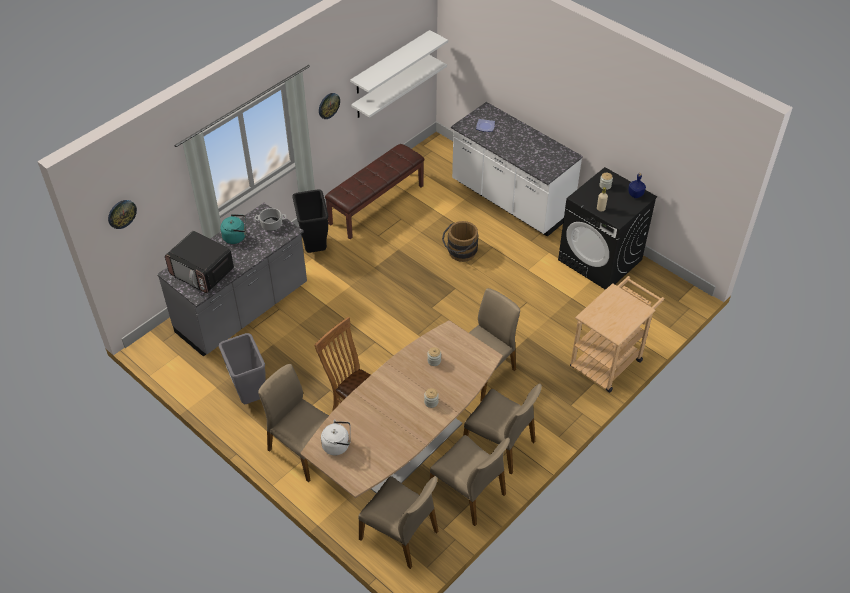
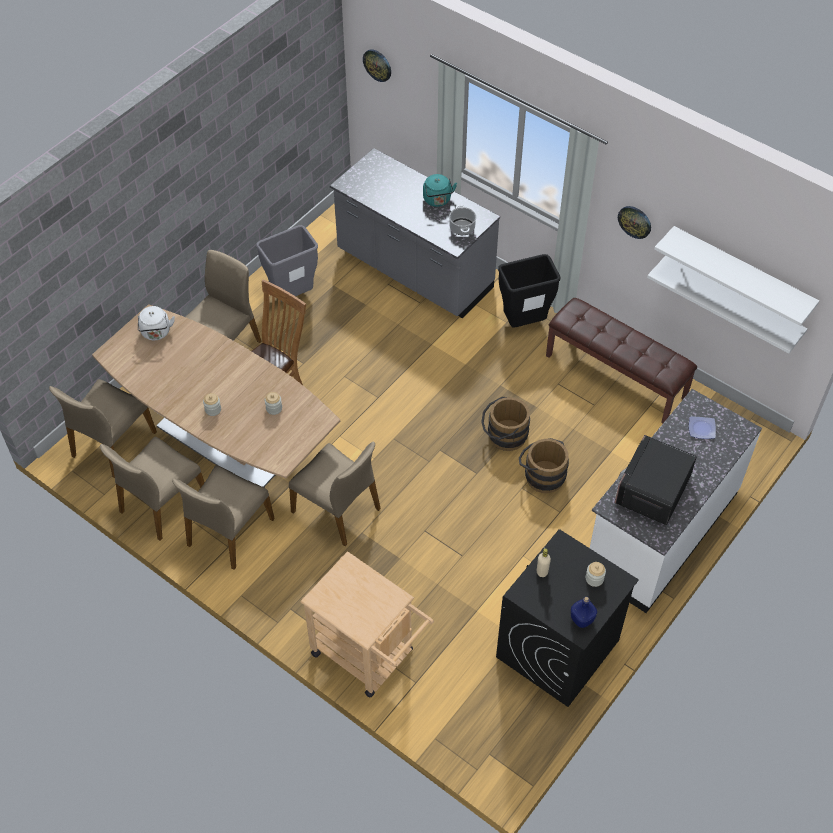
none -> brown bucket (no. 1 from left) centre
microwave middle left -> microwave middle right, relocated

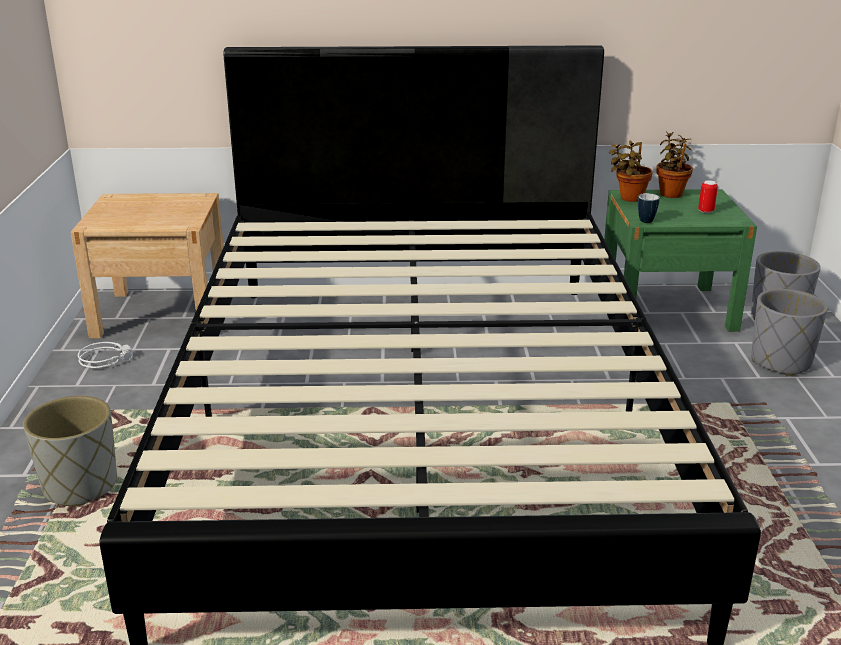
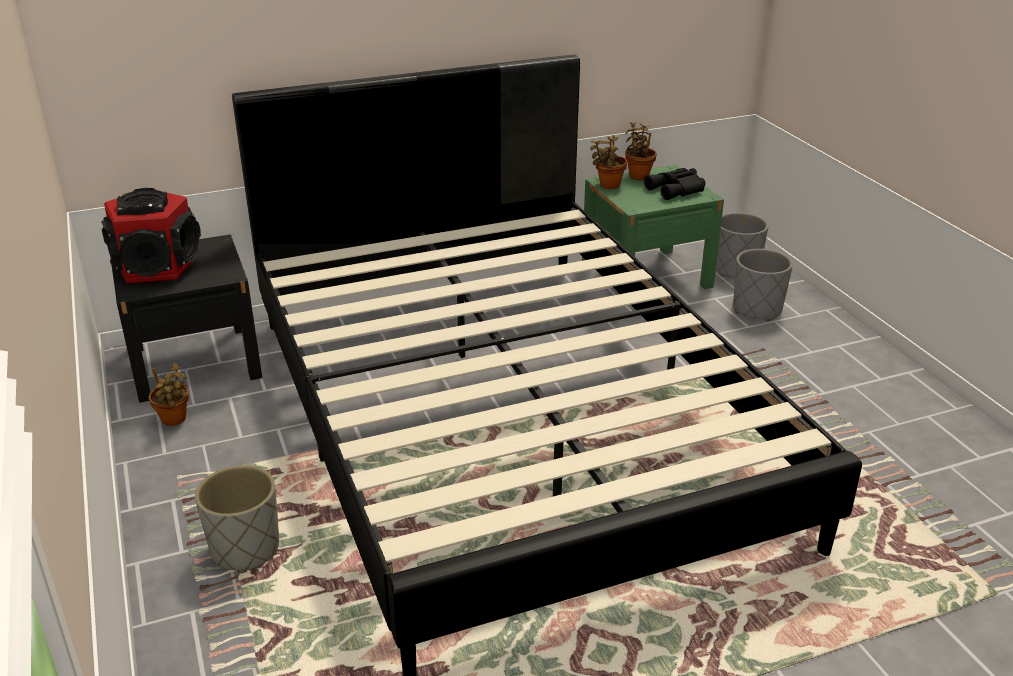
none -> speaker middle left
beige nightstand middle left -> black nightstand middle left
grey headphones middle left -> potted plant (no. 1 from left) middle left
can top right -> black binoculars top centre
mug top right -> none

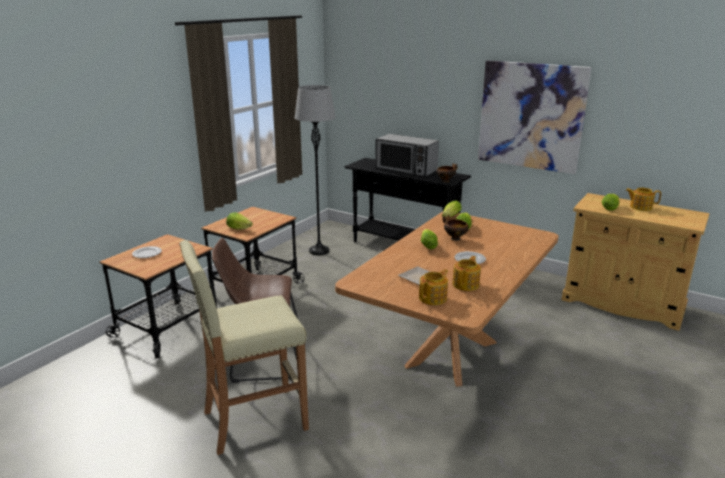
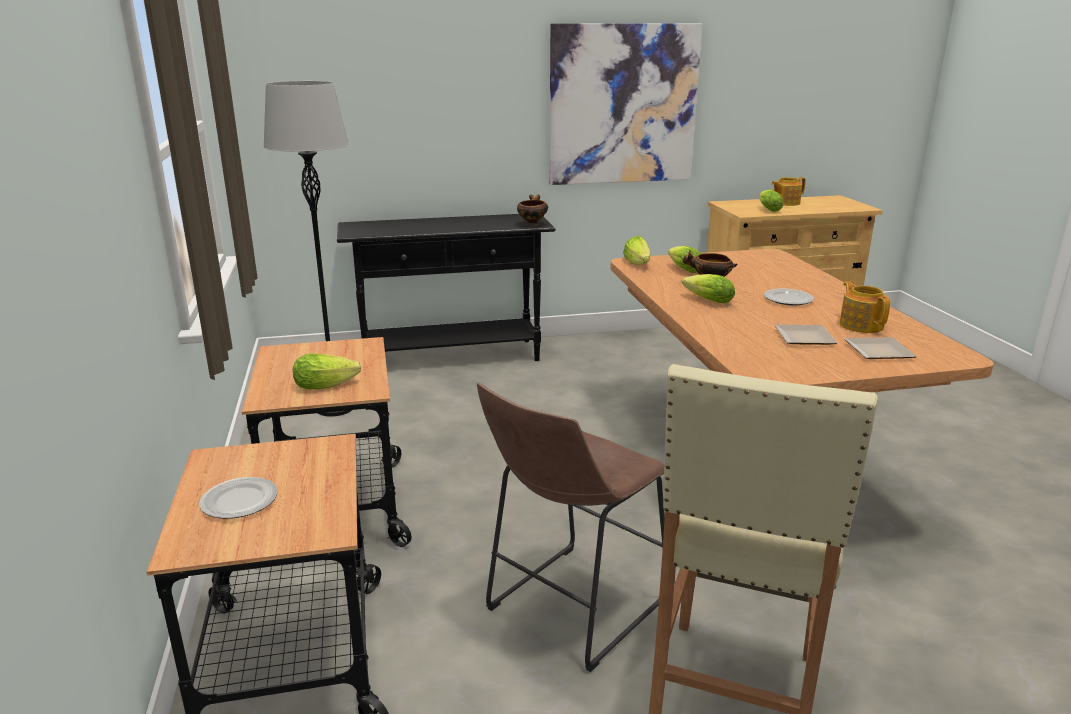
teapot (no. 1 from left) centre -> plate (no. 4 from left) middle right
microwave top centre -> none

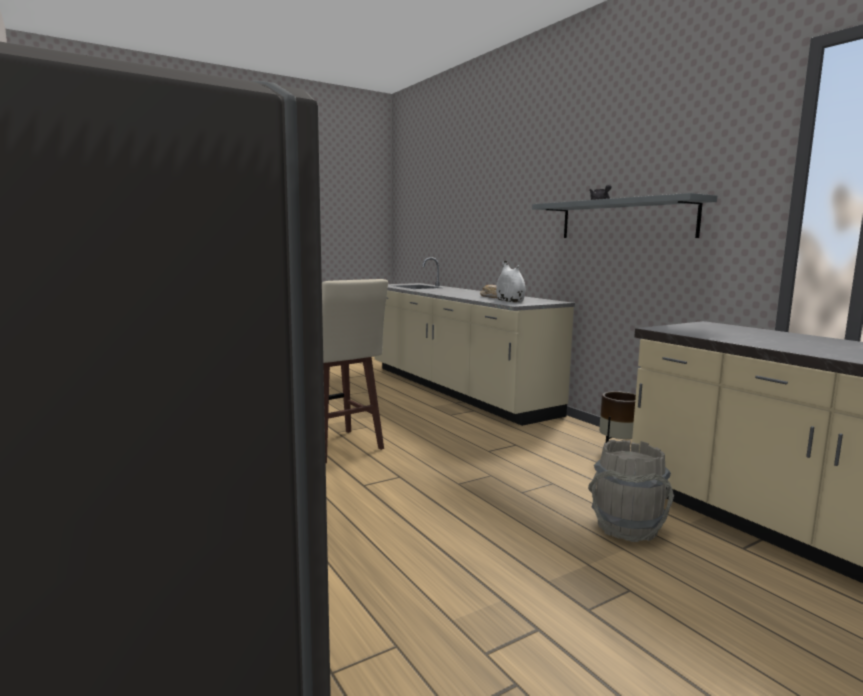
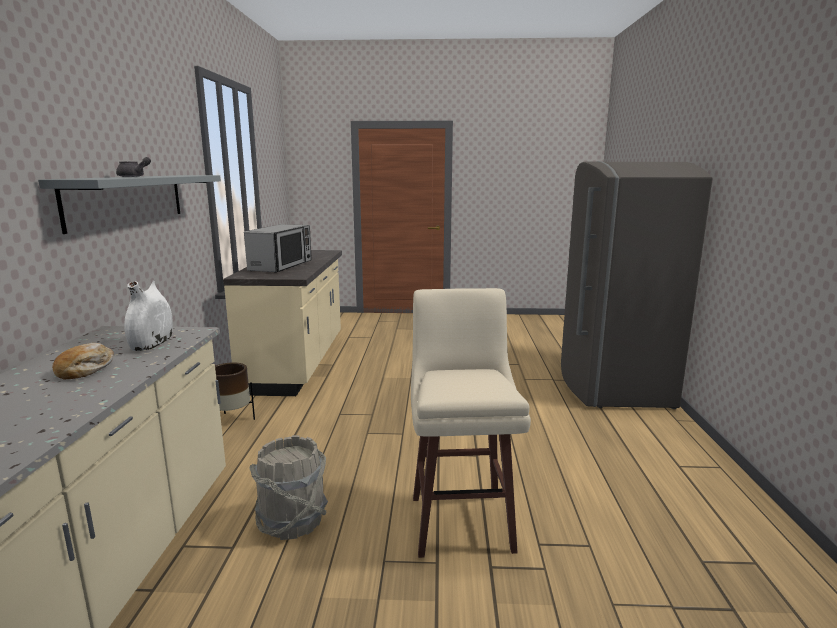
none -> microwave middle left
grey bucket bottom right -> grey bucket bottom centre, relocated

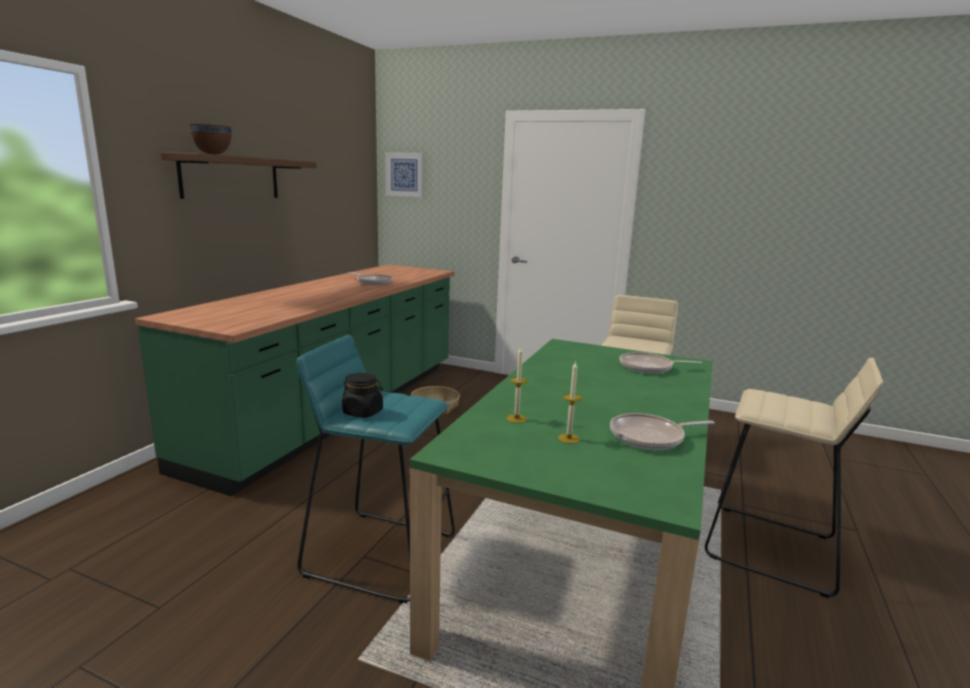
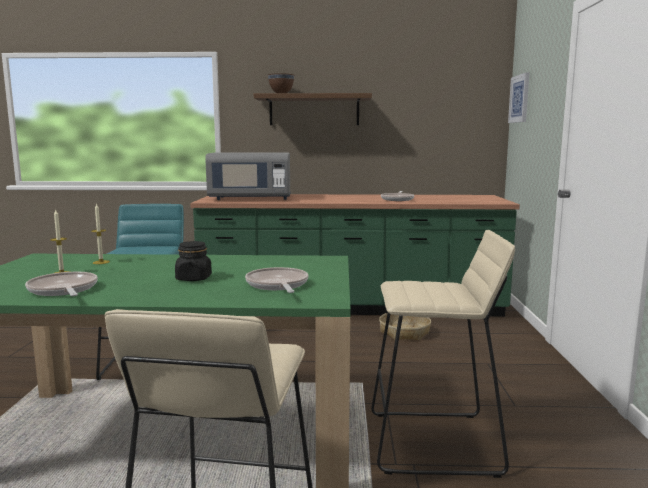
black jar centre -> black jar middle left, relocated
none -> grey microwave centre

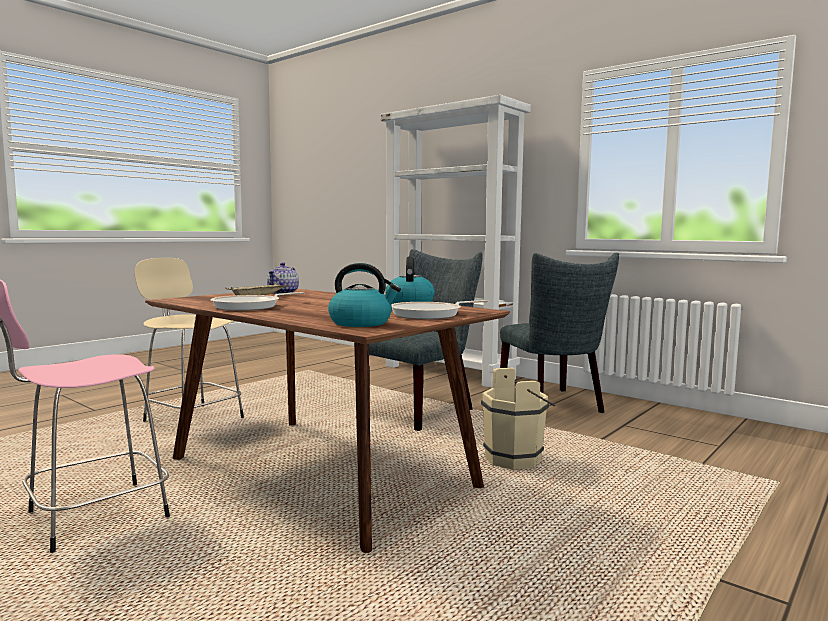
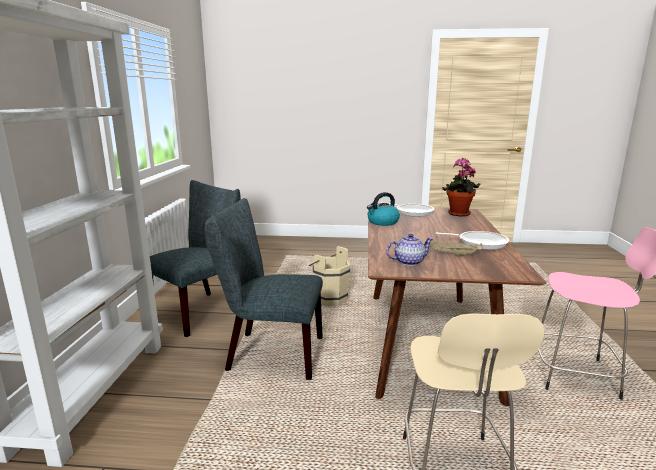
kettle (no. 1 from left) centre -> potted plant middle right

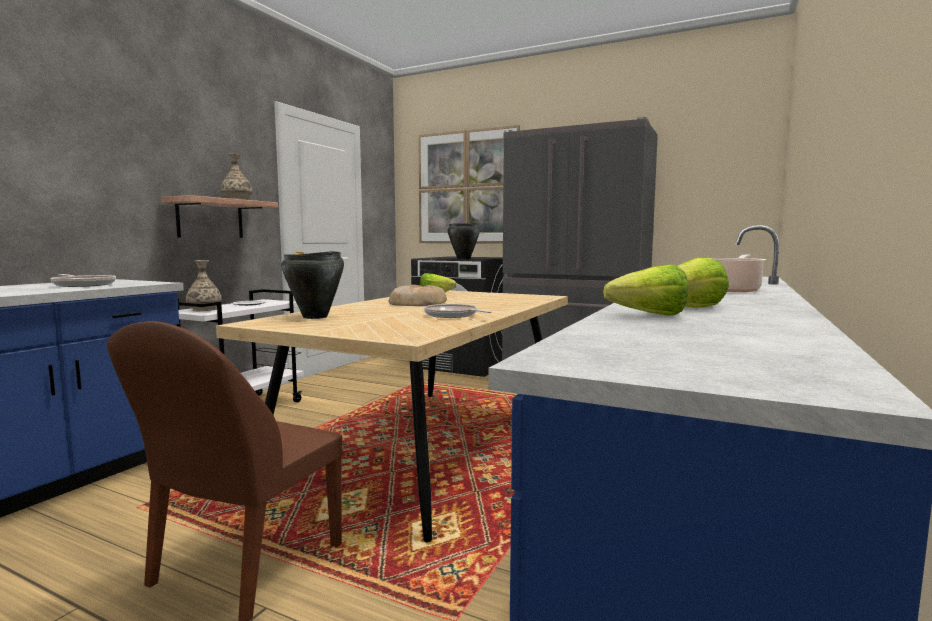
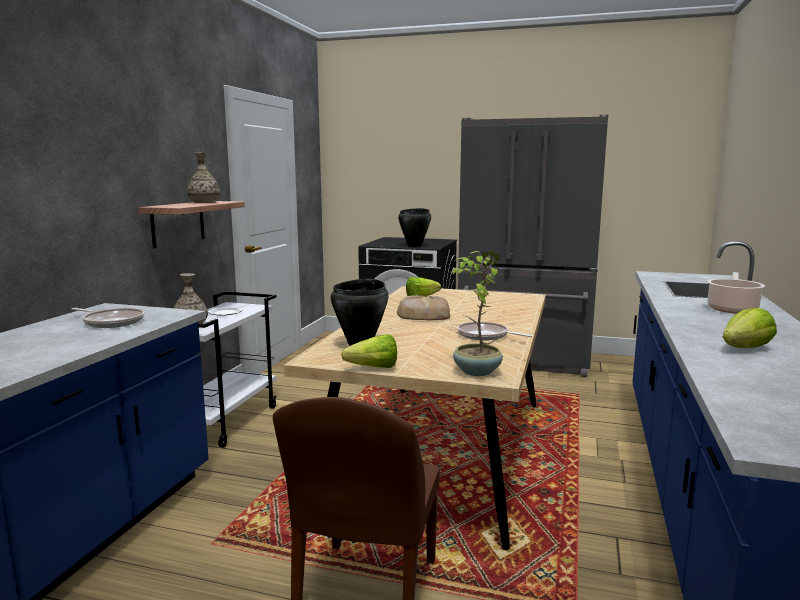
lettuce (no. 2 from left in the first image) middle right -> lettuce (no. 1 from left) centre, relocated
none -> potted plant centre
picture top centre -> none

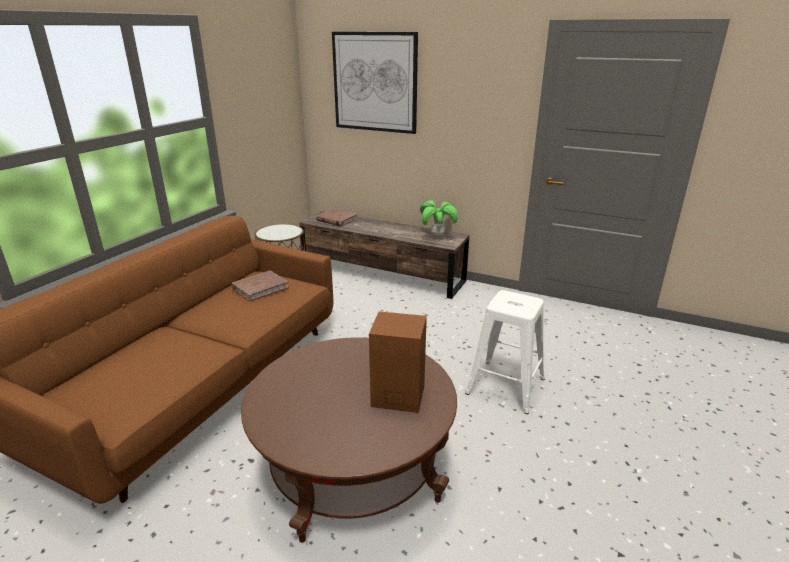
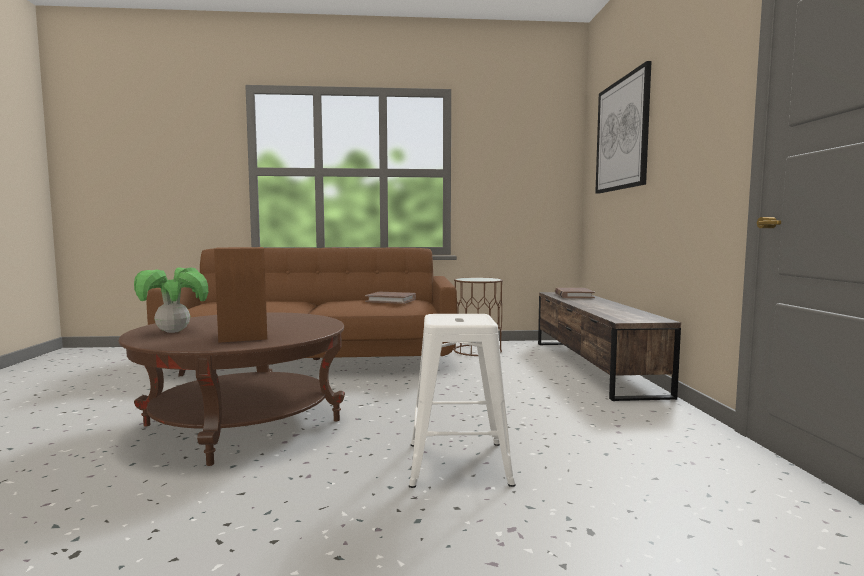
potted plant centre -> potted plant middle left, relocated

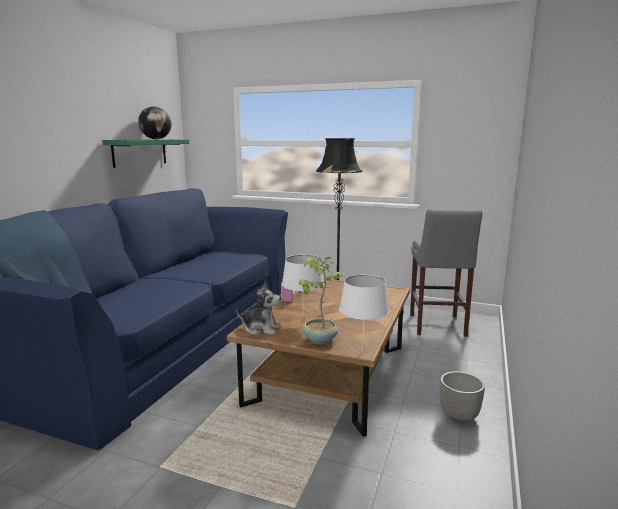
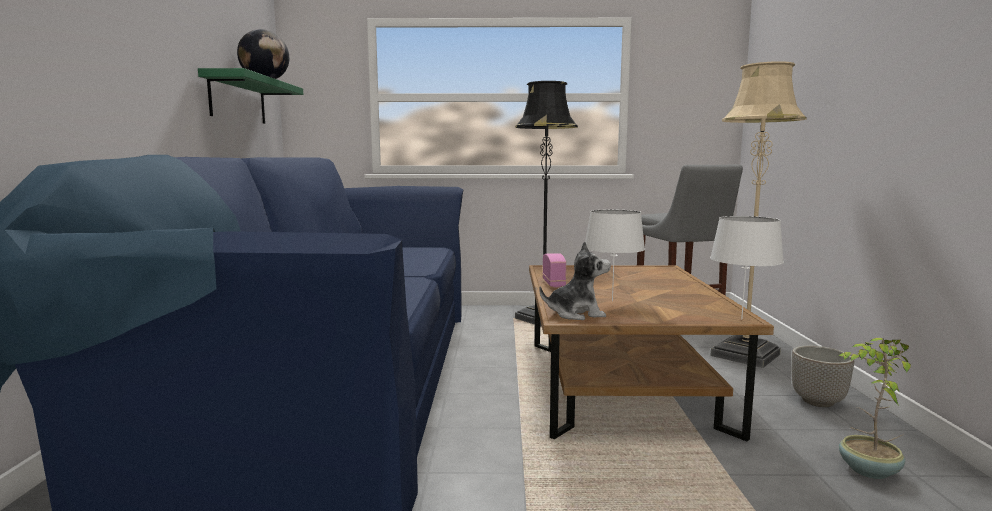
none -> beige floor lamp middle right
potted plant centre -> potted plant bottom right, relocated

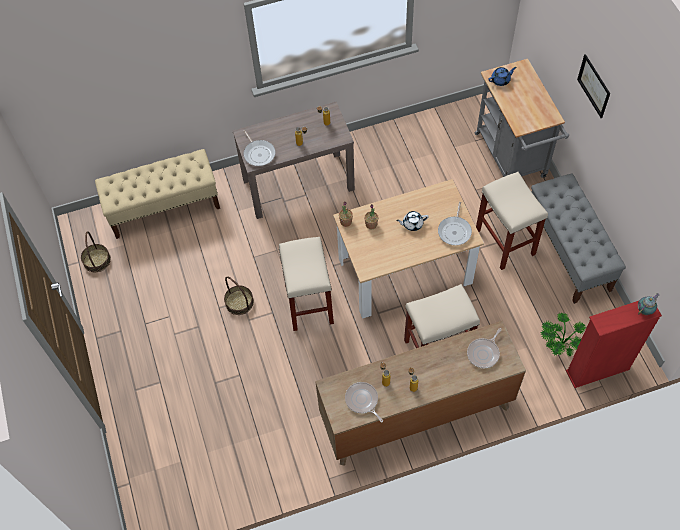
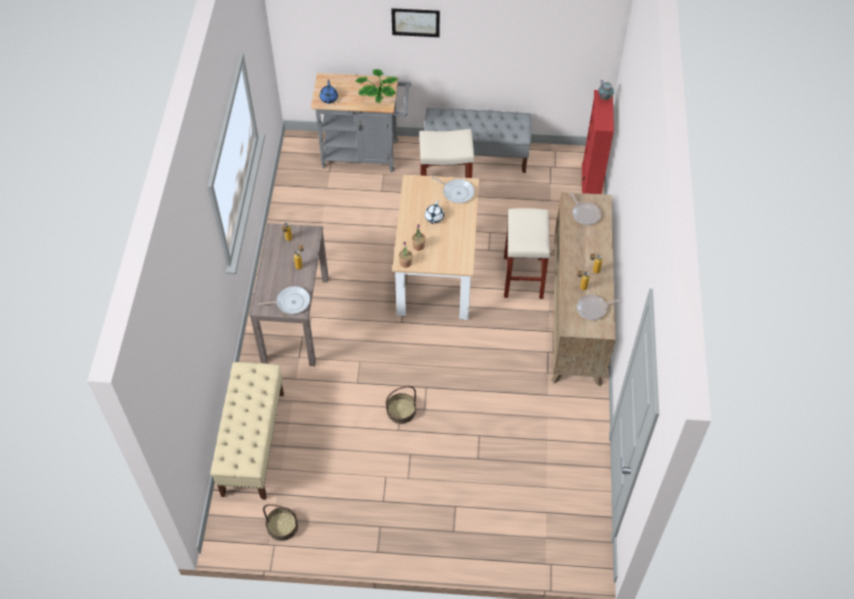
potted plant (no. 3 from left in the first image) middle right -> potted plant (no. 1 from left) top centre, relocated
beige stool (no. 1 from left) centre -> none

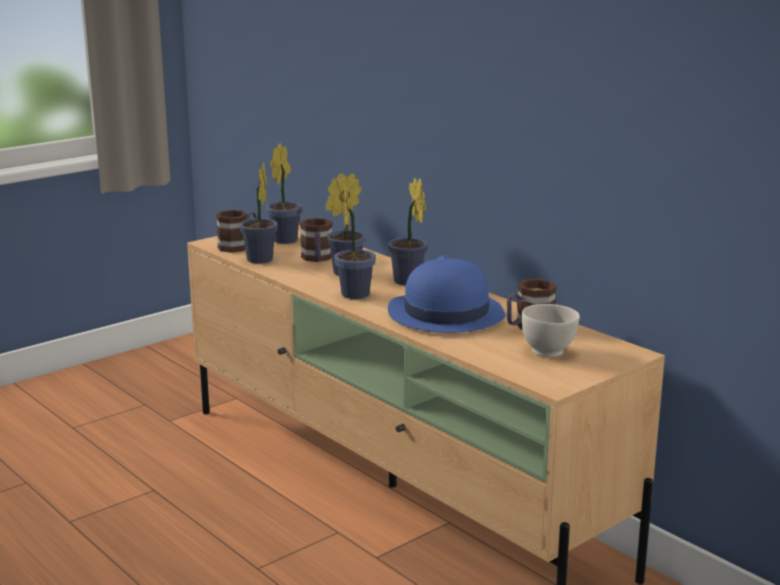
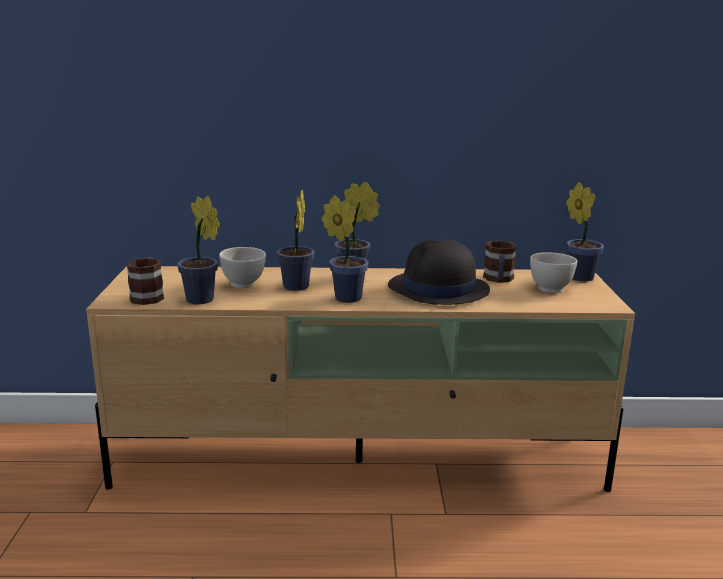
mug (no. 2 from left) centre -> white bowl (no. 1 from left) centre
blue hat centre -> black hat centre
potted plant (no. 2 from left in the first image) top centre -> potted plant (no. 5 from left) middle right, relocated

